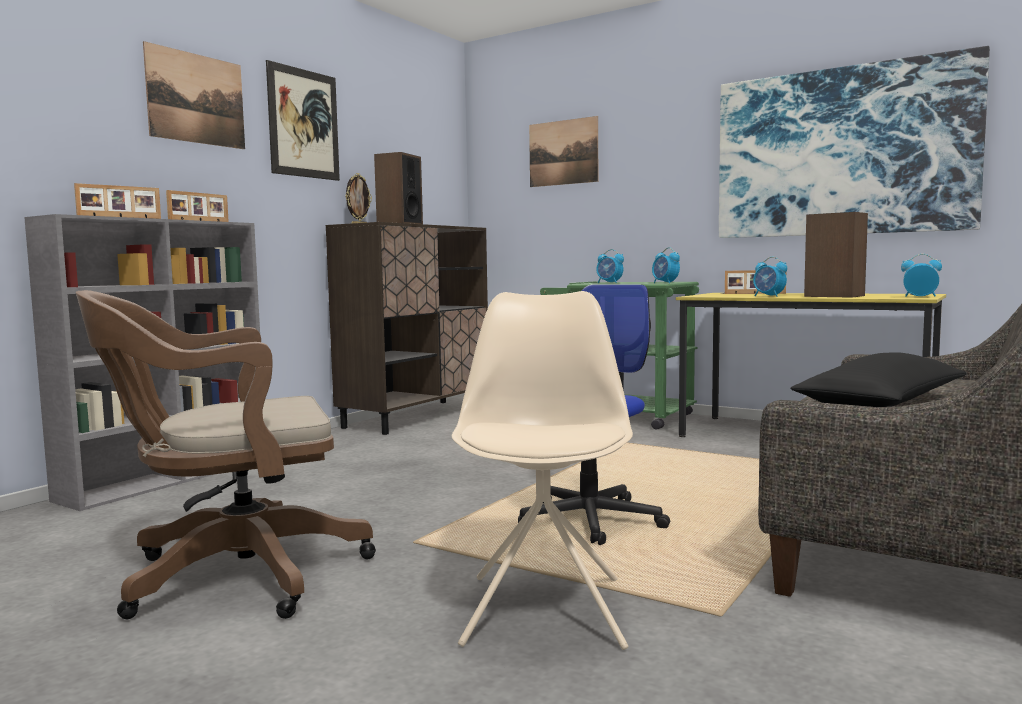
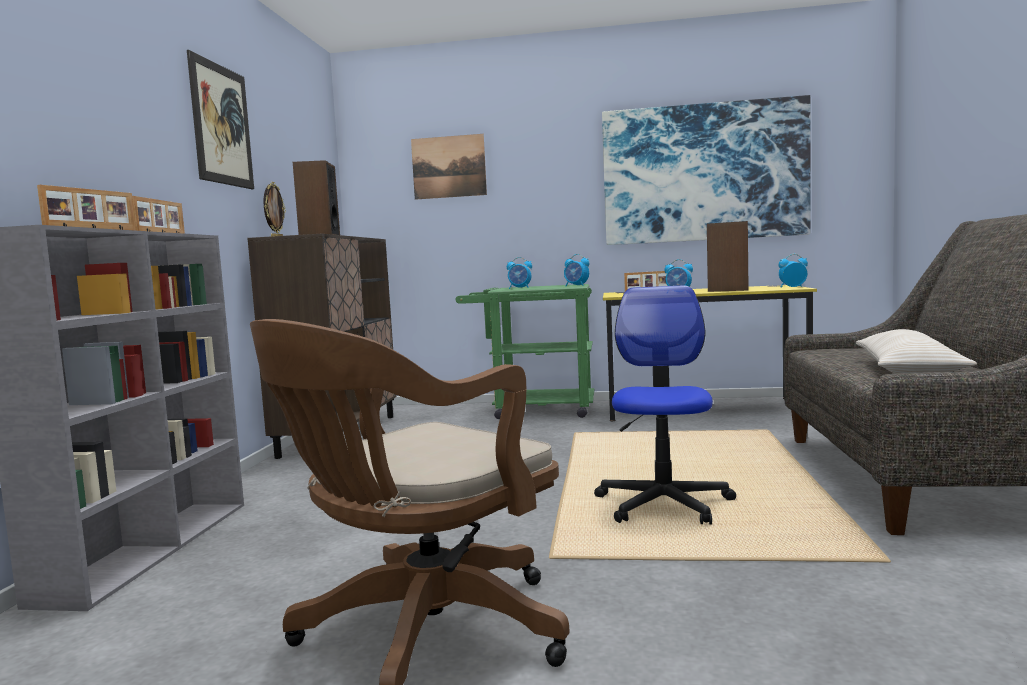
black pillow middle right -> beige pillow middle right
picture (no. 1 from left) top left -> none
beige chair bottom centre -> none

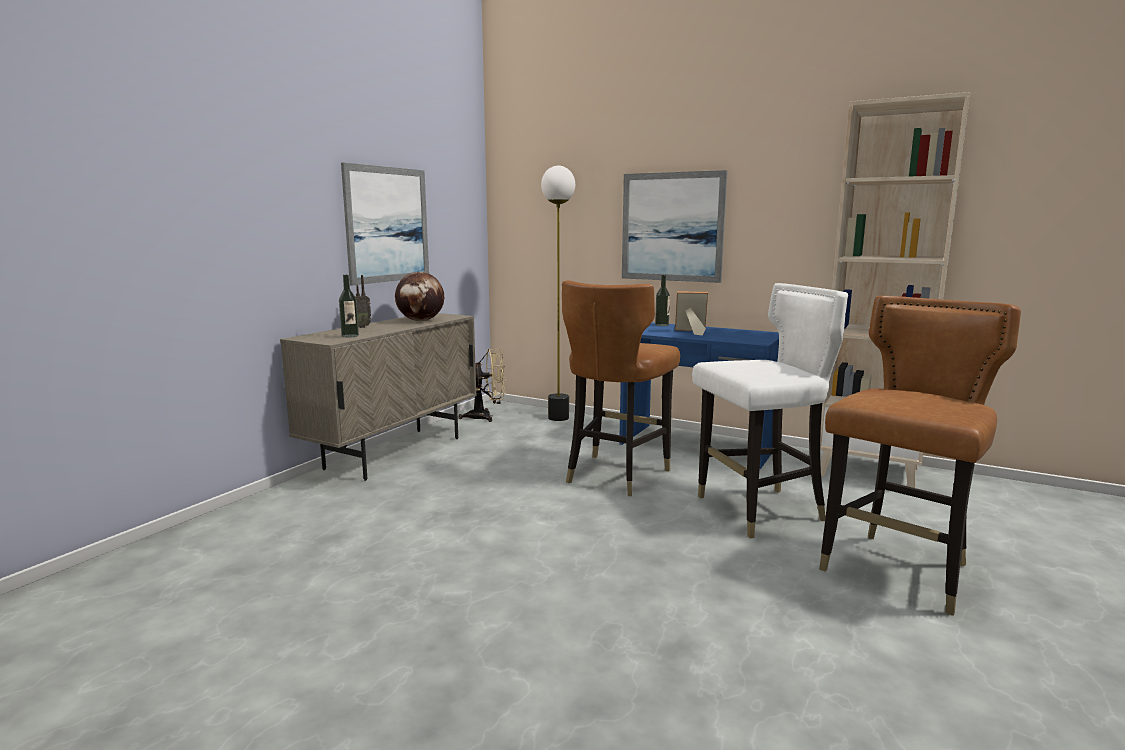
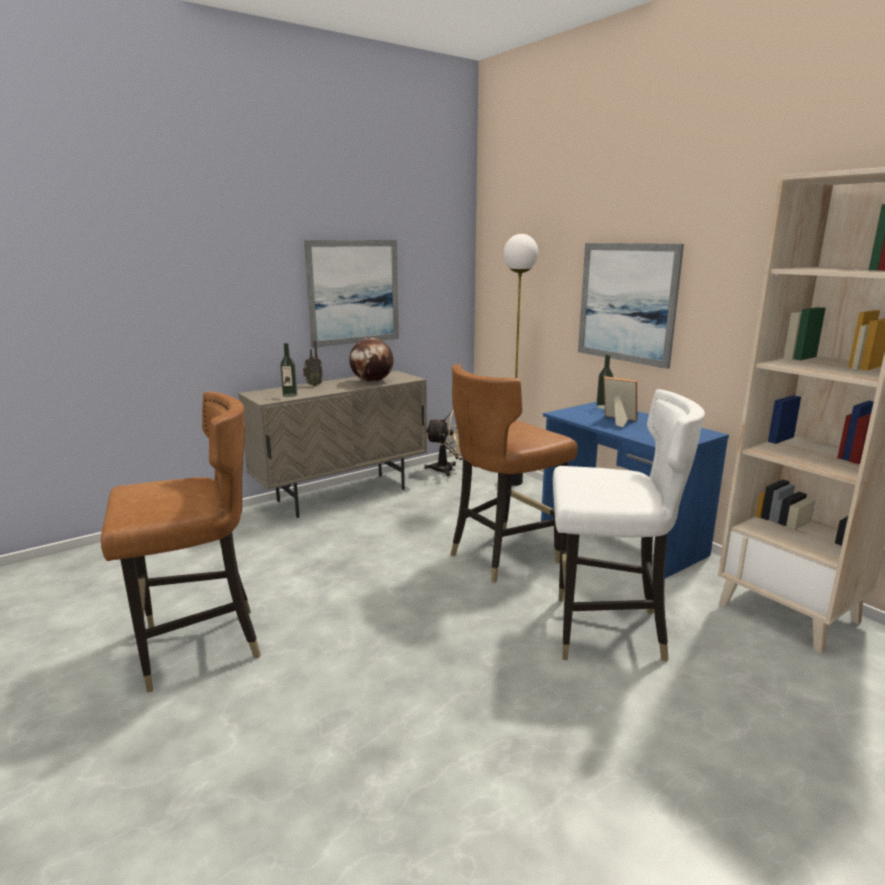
brown chair (no. 2 from left in the first image) middle right -> brown chair (no. 1 from left) middle left, relocated

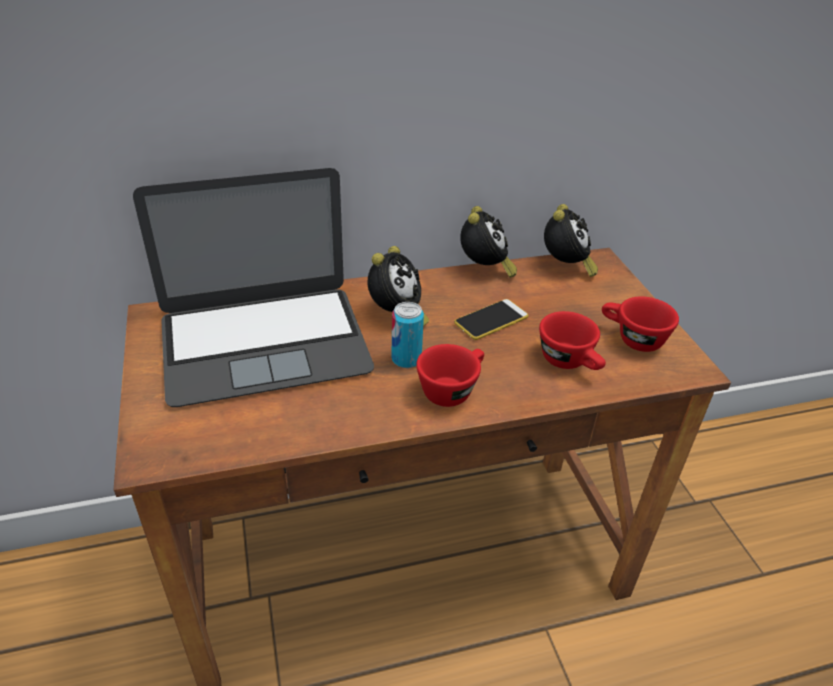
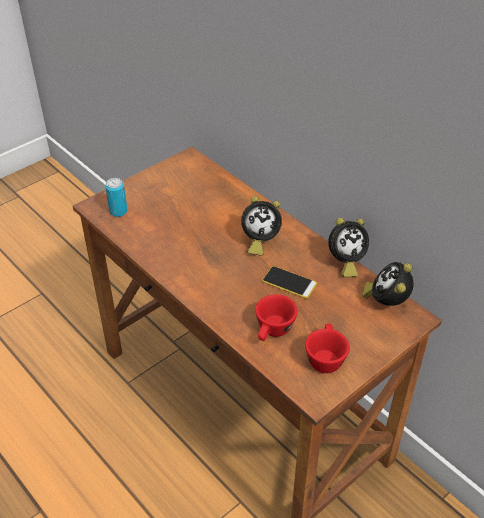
can centre -> can middle left, relocated
alarm clock (no. 3 from left) middle right, 120 degrees clockwise
laptop middle left -> none
red cup (no. 1 from left) centre -> none

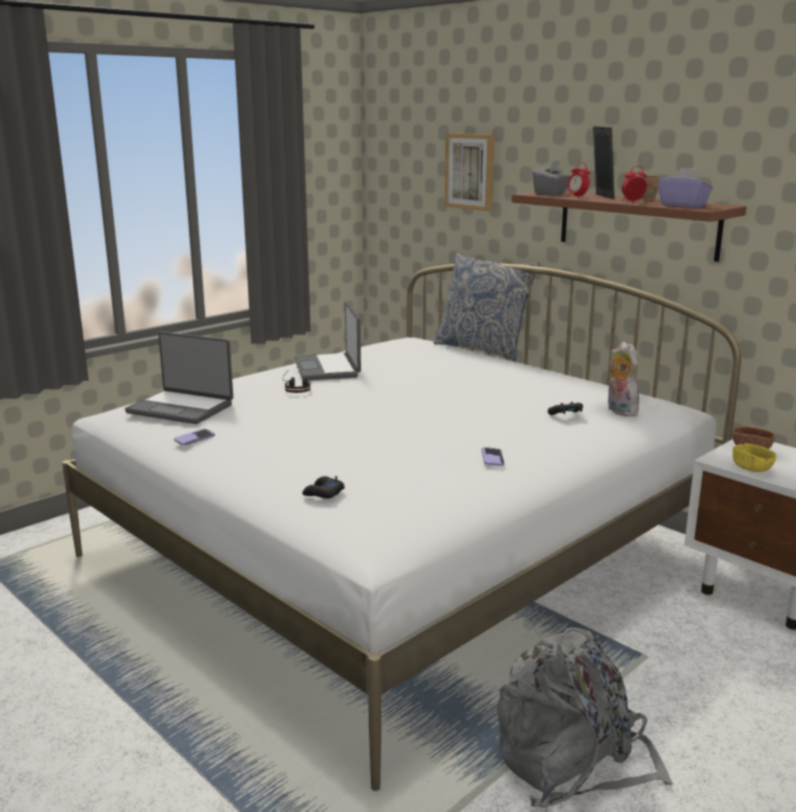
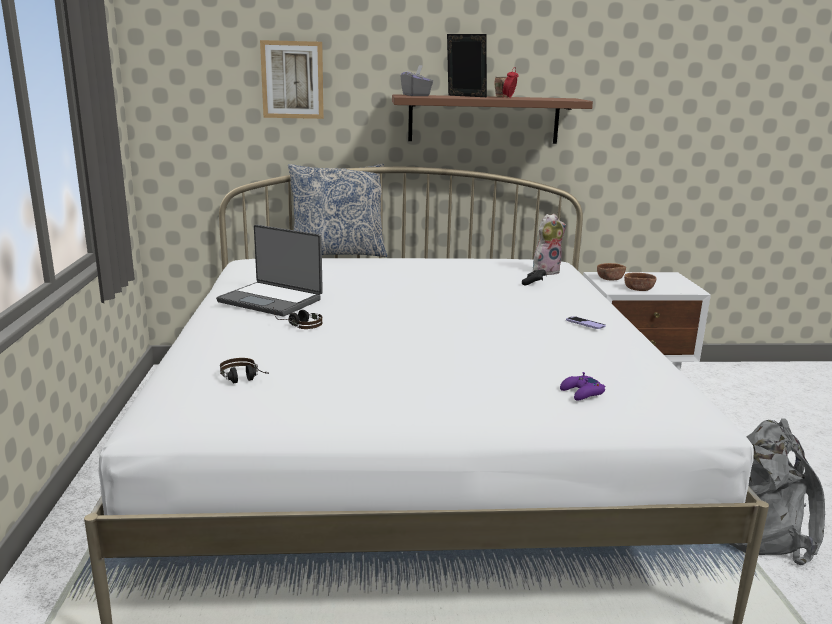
laptop (no. 1 from left) middle left -> headphones (no. 1 from left) middle left
plush toy middle right -> plush toy centre, 135 degrees clockwise
black game controller (no. 1 from left) centre -> purple game controller middle right
yellow bowl middle right -> brown bowl (no. 2 from left) middle right
phone (no. 1 from left) middle left -> none
alarm clock (no. 1 from left) top right -> none
purple tissue box top right -> none

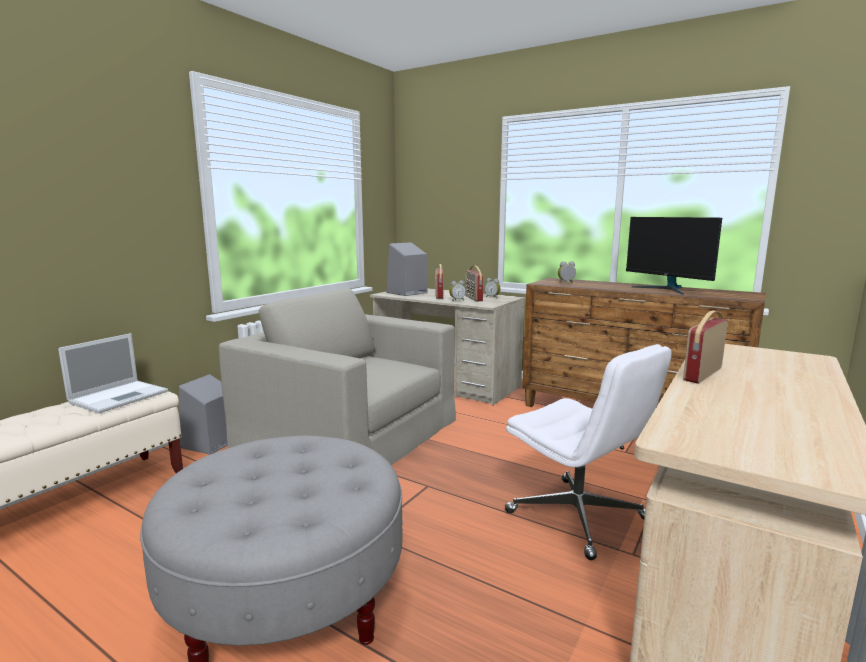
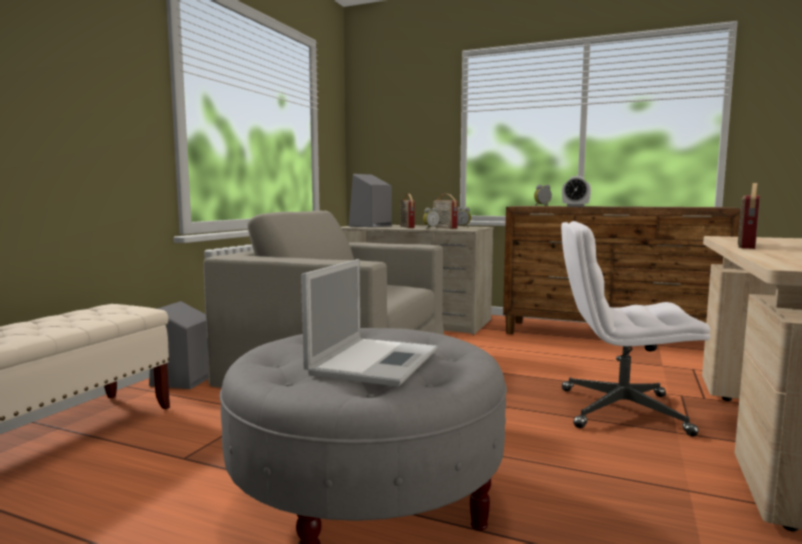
laptop middle left -> laptop centre, relocated
white office chair bottom right -> white office chair middle right, 150 degrees clockwise
none -> alarm clock (no. 4 from left) middle right
monitor middle right -> none

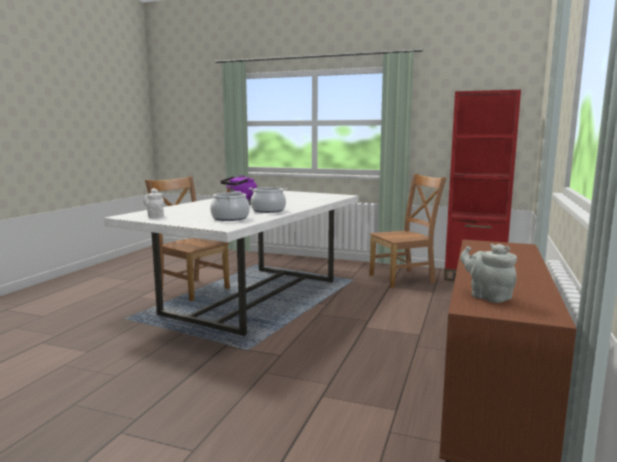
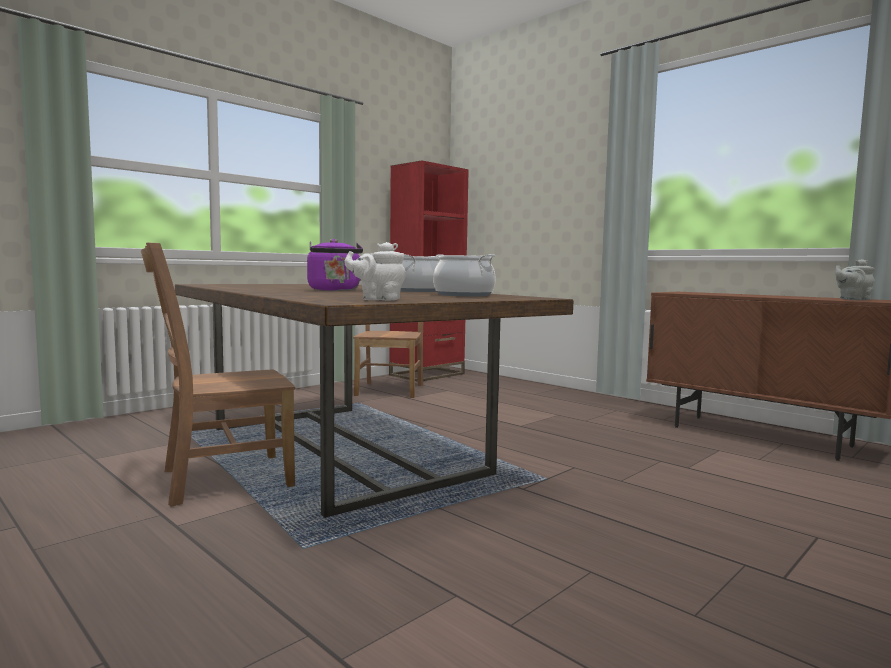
white dining table centre -> brown dining table centre

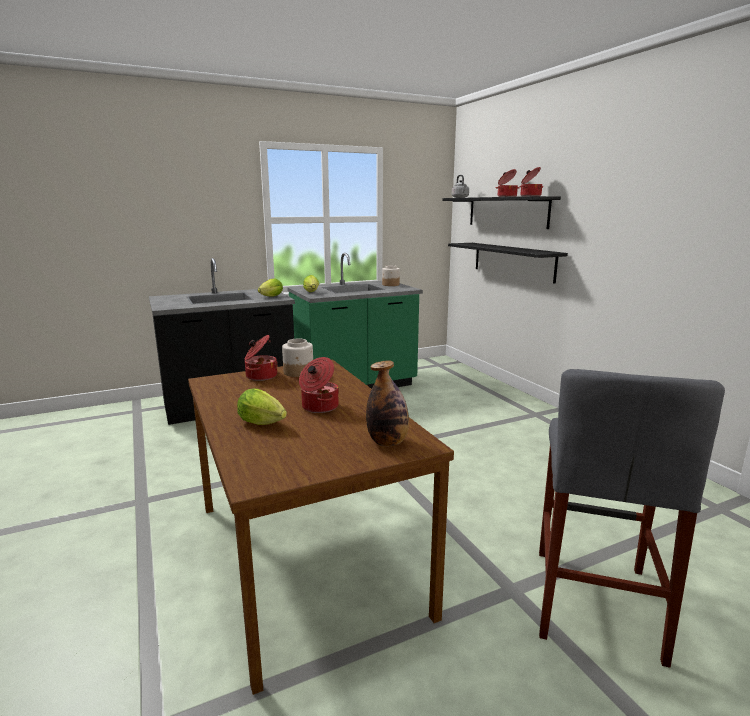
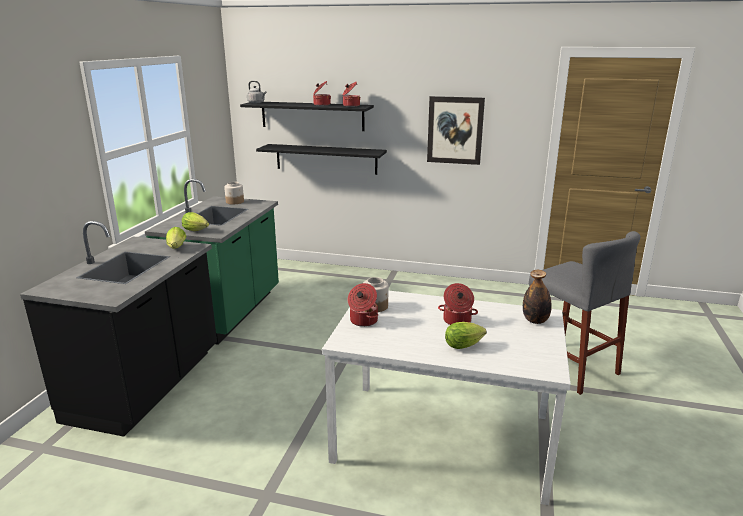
brown dining table bottom centre -> white dining table bottom centre
none -> picture top centre

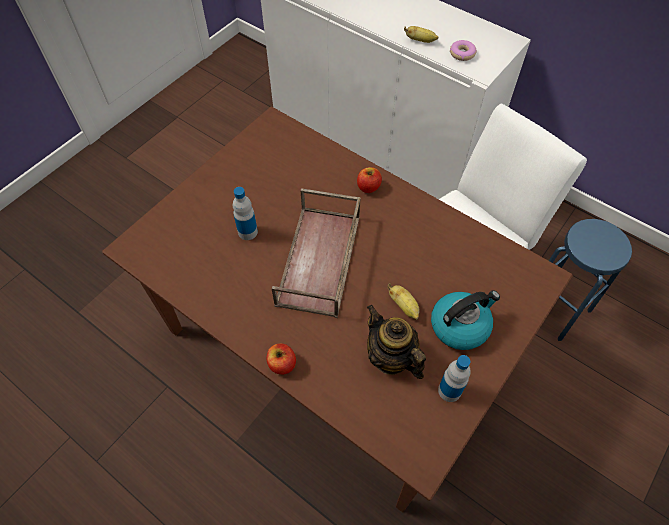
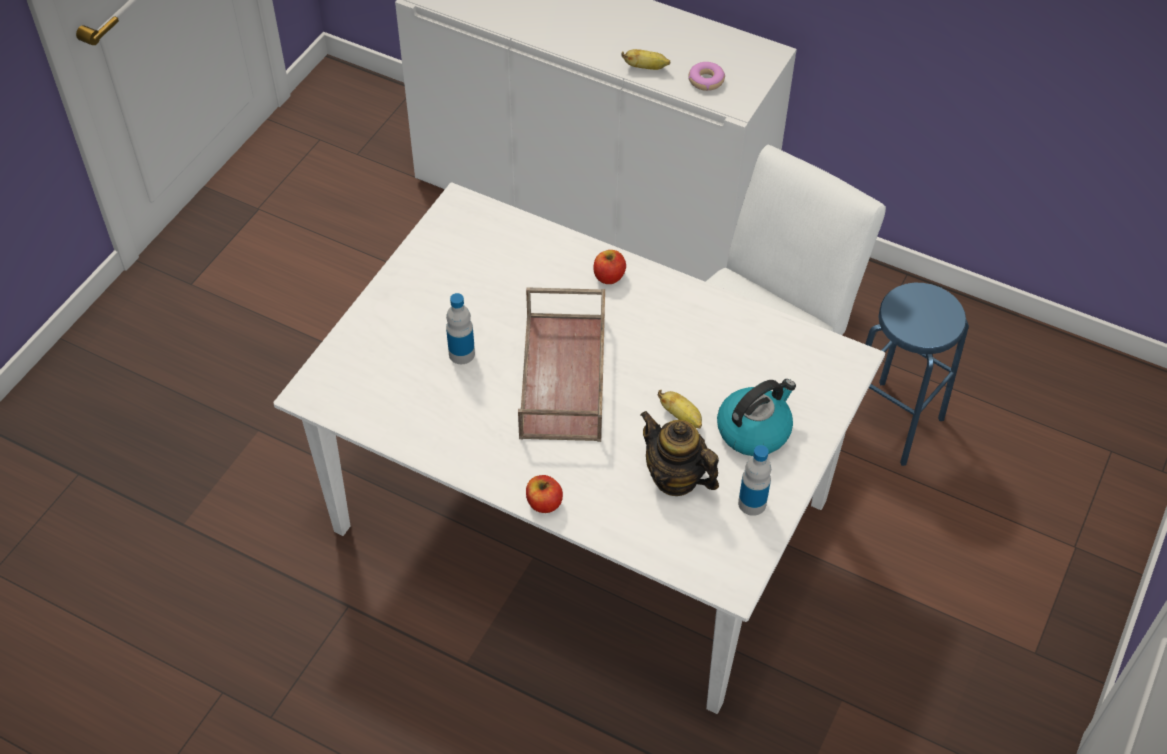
brown dining table centre -> white dining table centre

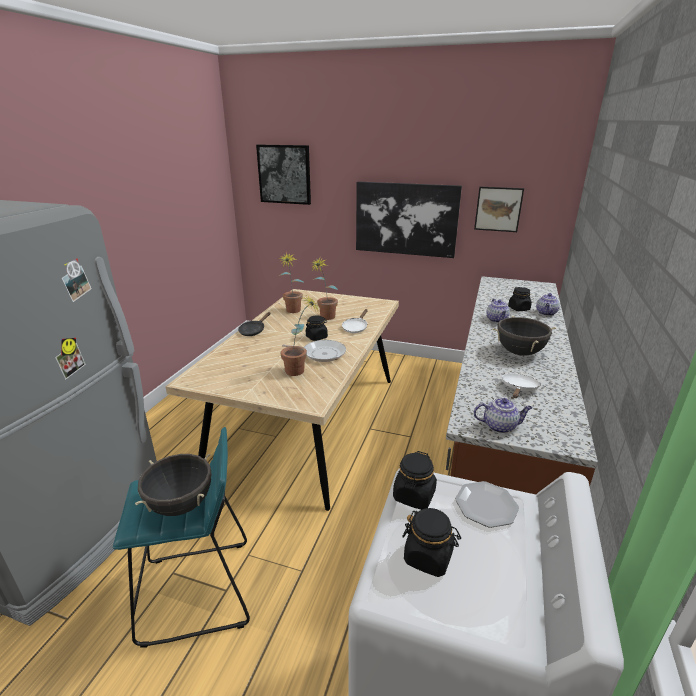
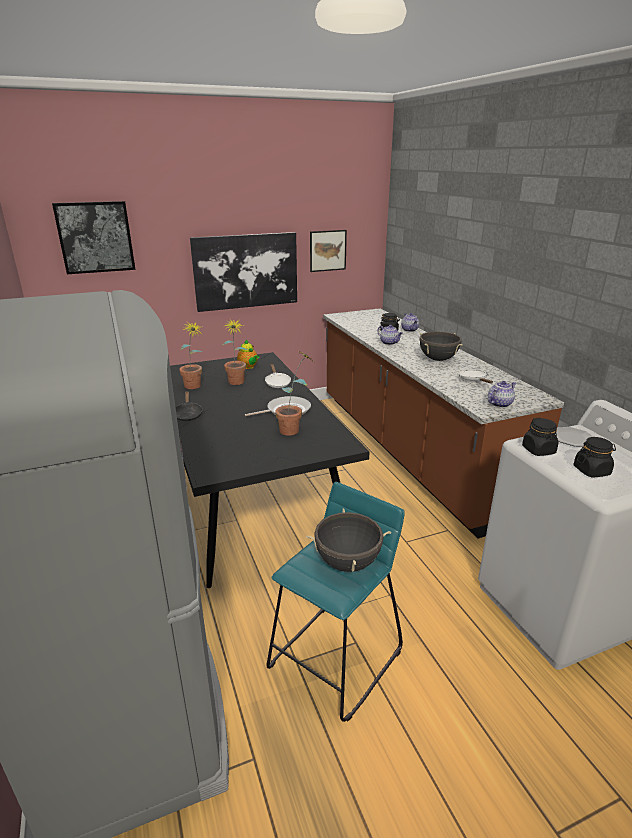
beige dining table centre -> black dining table centre
none -> teapot (no. 1 from left) centre
black jar (no. 1 from left) centre -> none

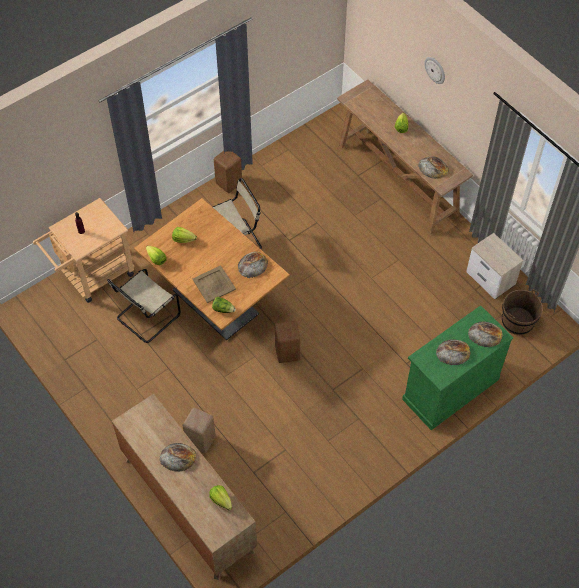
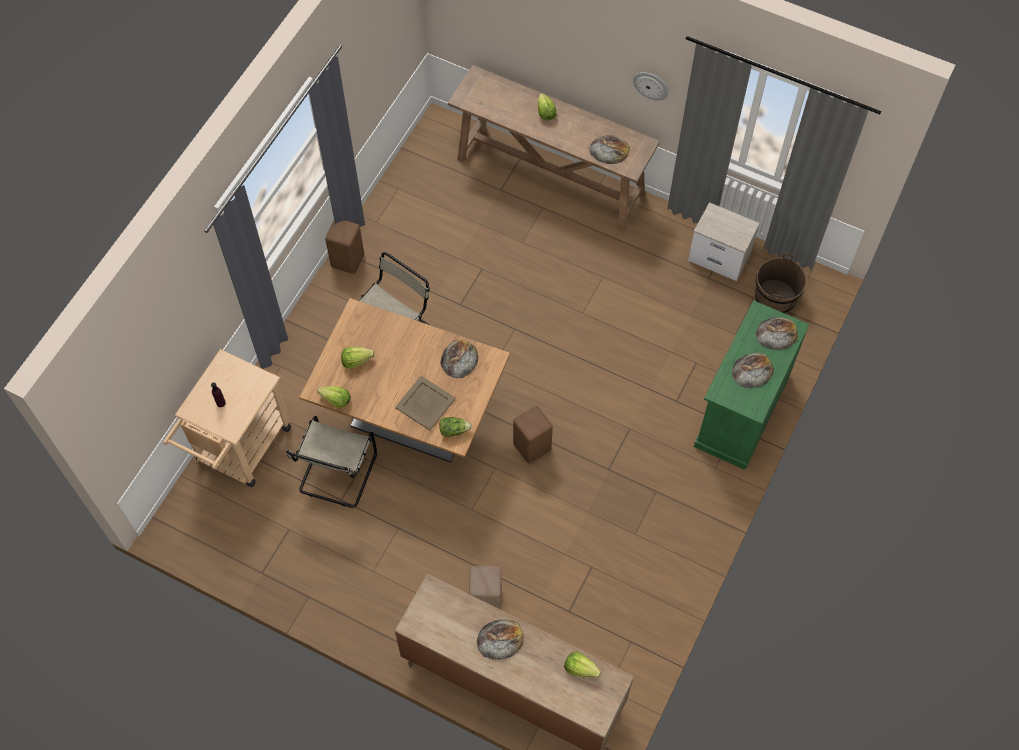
wall clock top right -> wall clock top centre, relocated

